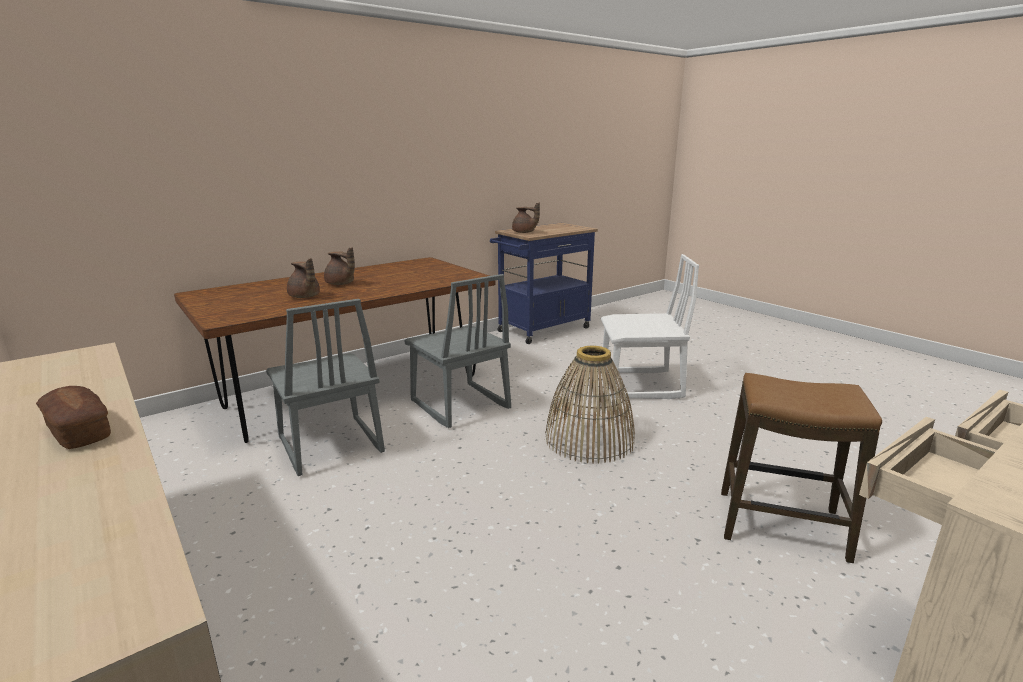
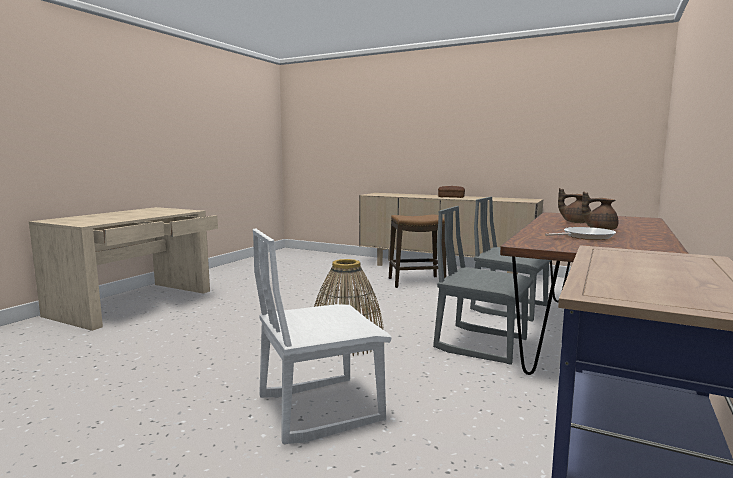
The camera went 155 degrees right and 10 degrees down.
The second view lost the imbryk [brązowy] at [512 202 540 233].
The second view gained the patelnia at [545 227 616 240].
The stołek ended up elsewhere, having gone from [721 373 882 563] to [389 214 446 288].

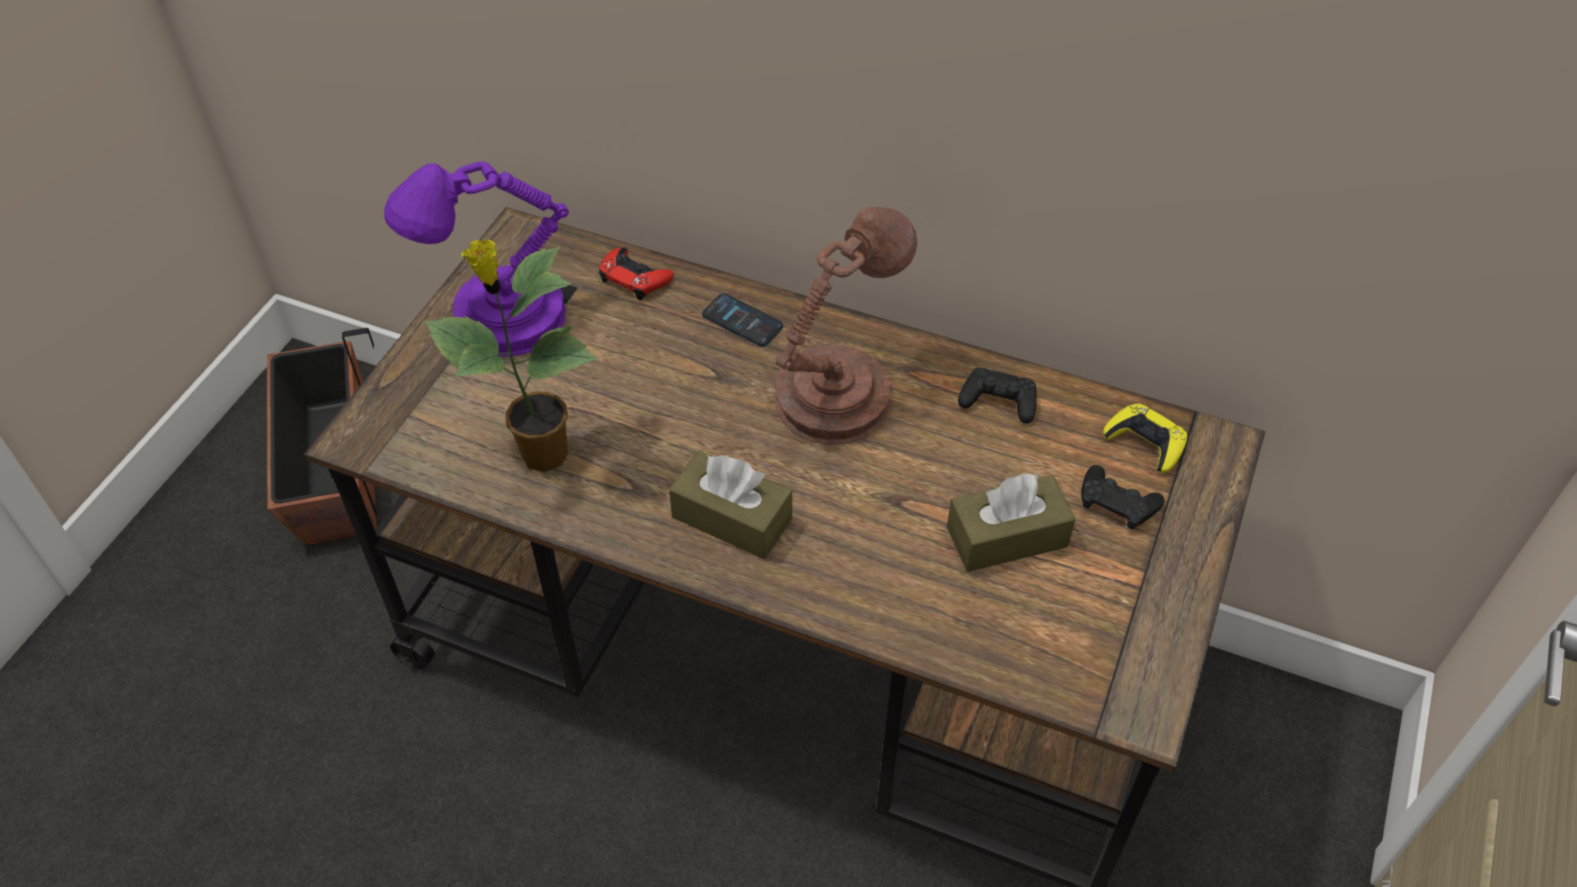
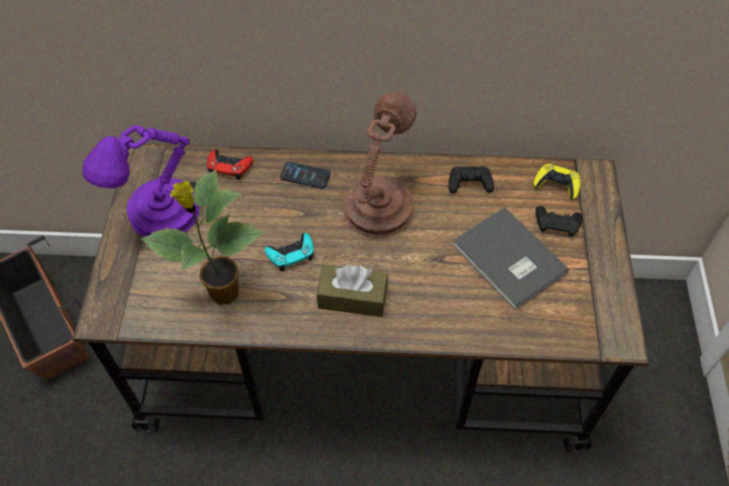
The camera went 20 degrees left and 5 degrees up.
The second view gained the pad do gier [turkusowy] at [265 233 314 271].
Where the pudełko chusteczek [brązowy] stood at [947 473 1076 572], the książka [szary] came to stand at [453 207 569 310].

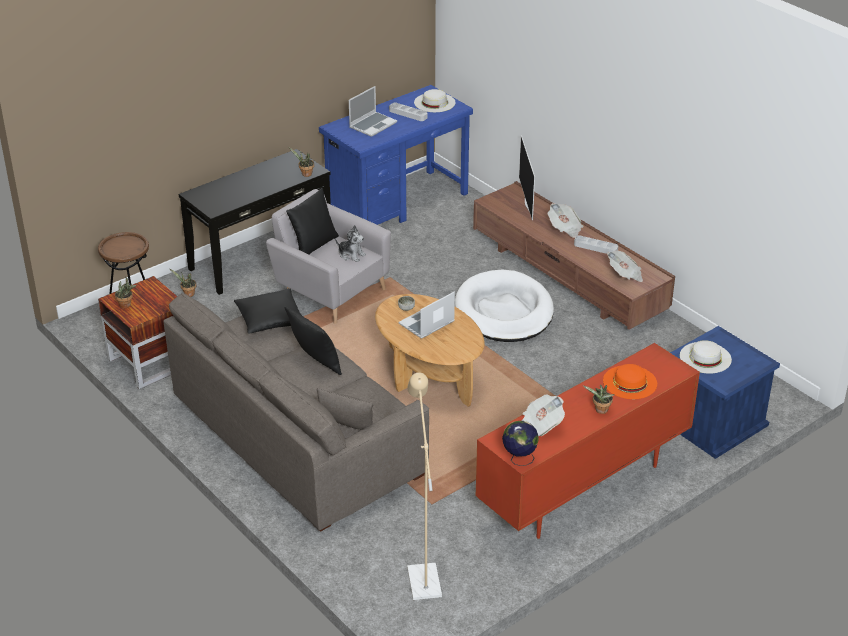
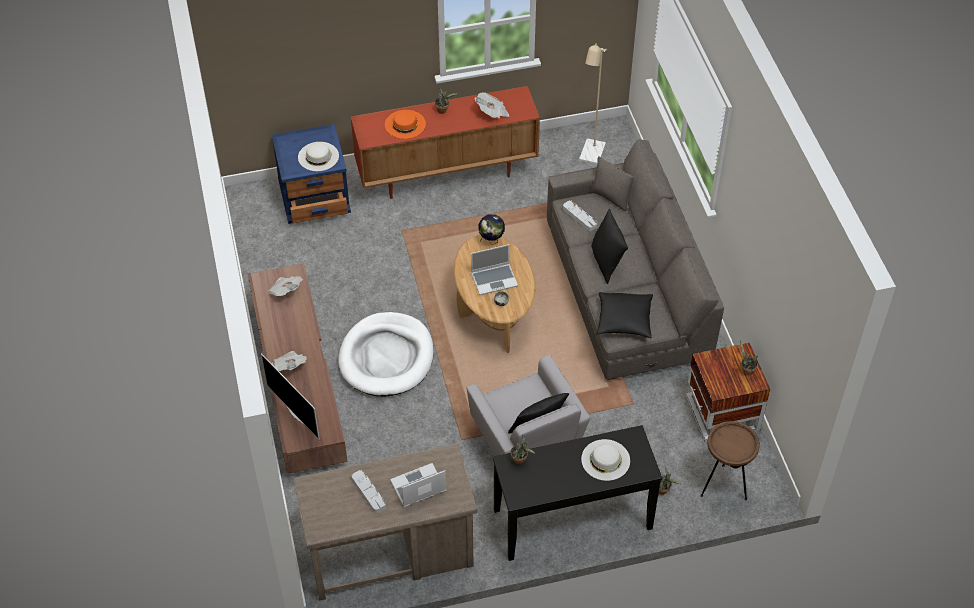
The camera went 155 degrees left and 15 degrees up.
The second view lost the pluszak at [335 225 366 262].
The kapelusz [biały] ended up elsewhere, having gone from [414 89 456 112] to [581 439 630 481].
The globus ended up elsewhere, having gone from [502 421 539 466] to [479 214 505 245].
The taca [szary] ended up elsewhere, having gone from [574 235 618 254] to [563 200 597 231].
What was the biurko [niebieski] at [319 85 473 225] turned into the biurko [brązowy] at [293 444 477 600].
The telewizor at [519 135 535 220] ended up facing another way, 120 degrees clockwise from before.

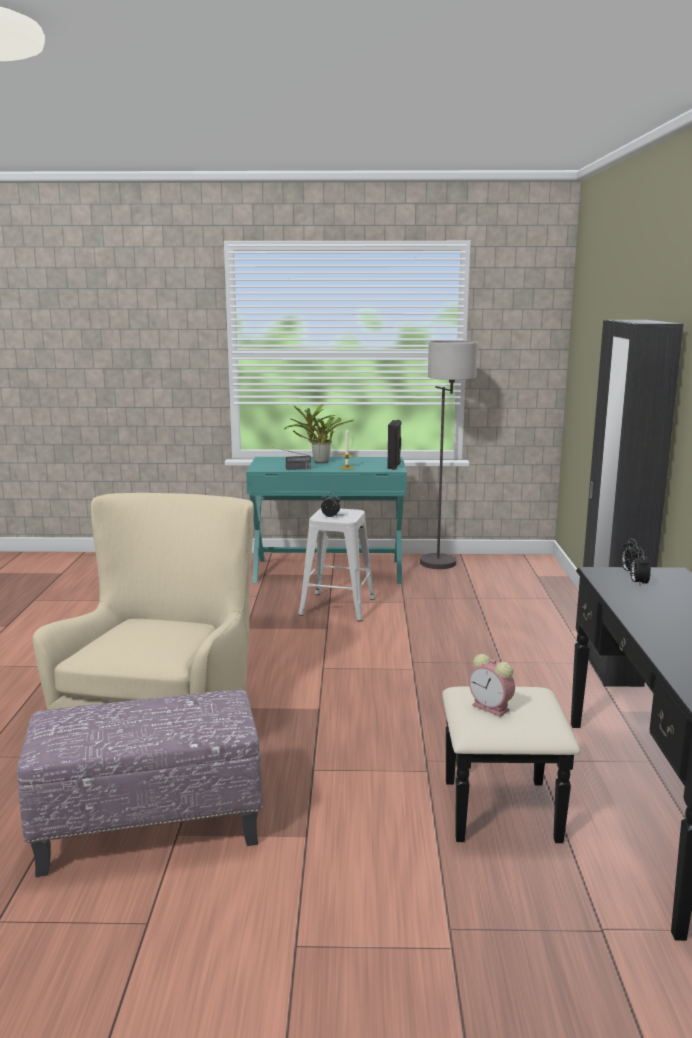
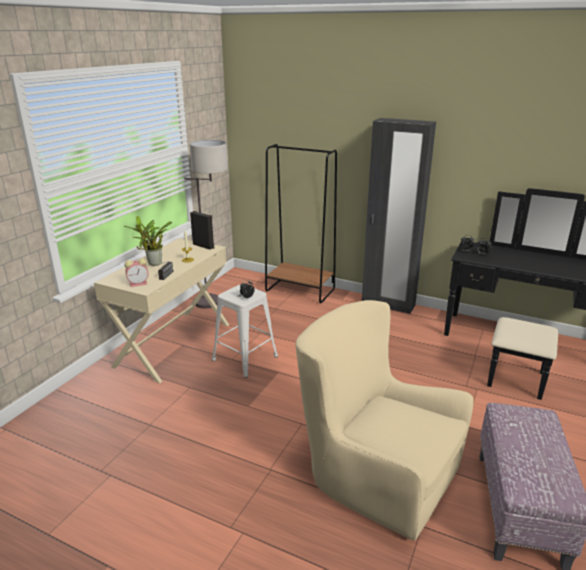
The camera went 65 degrees left and 10 degrees up.
The second view gained the wieszak at [265 144 337 303].
The budzik ended up elsewhere, having gone from [469 654 515 717] to [124 258 149 287].
What was the biurko [turkusowy] at [246 457 407 584] turned into the biurko [beżowy] at [94 238 229 383].

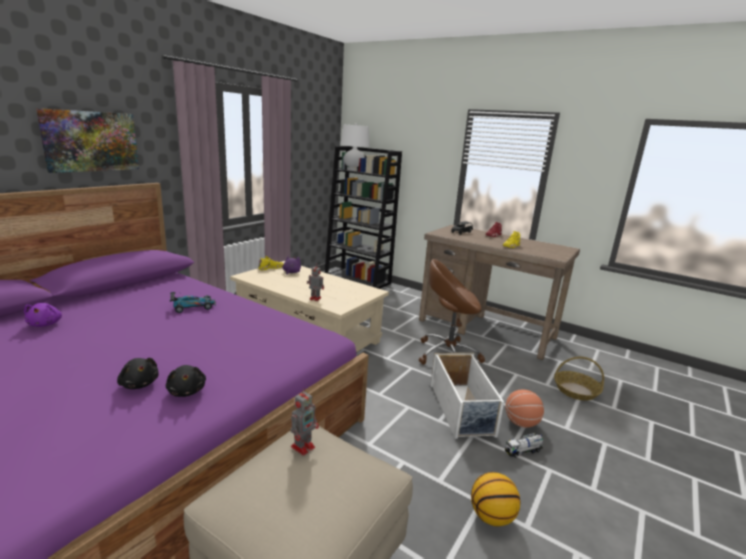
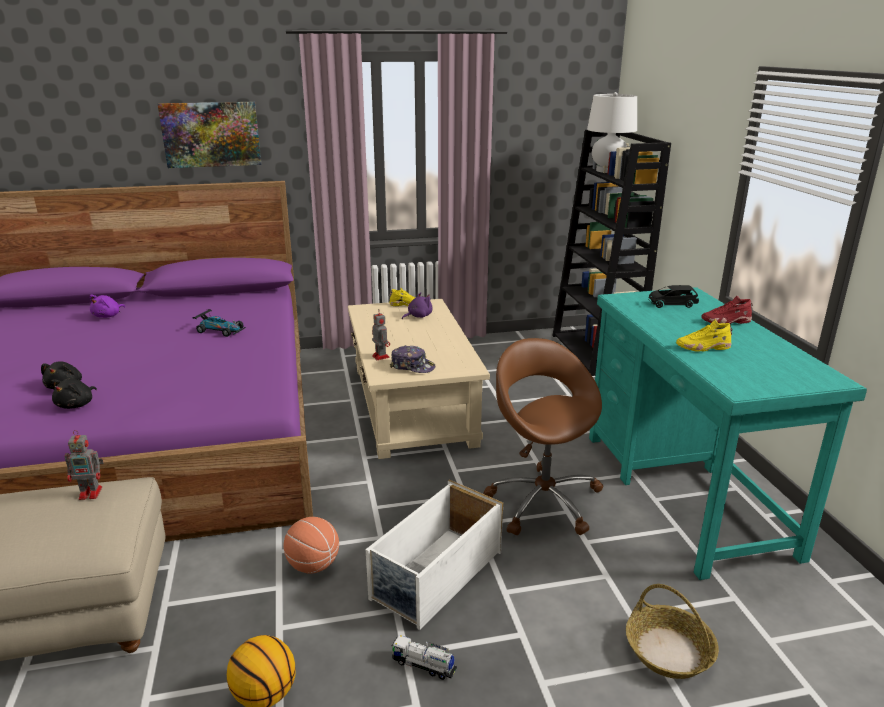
The camera went 45 degrees right and 5 degrees up.
The second view gained the czapka z daszkiem at [390 345 435 373].
The piłka do koszykówki ended up elsewhere, having gone from [505 389 544 428] to [284 517 339 574].
What was the biurko [brązowy] at [419 225 580 360] turned into the biurko [turkusowy] at [589 287 867 580].

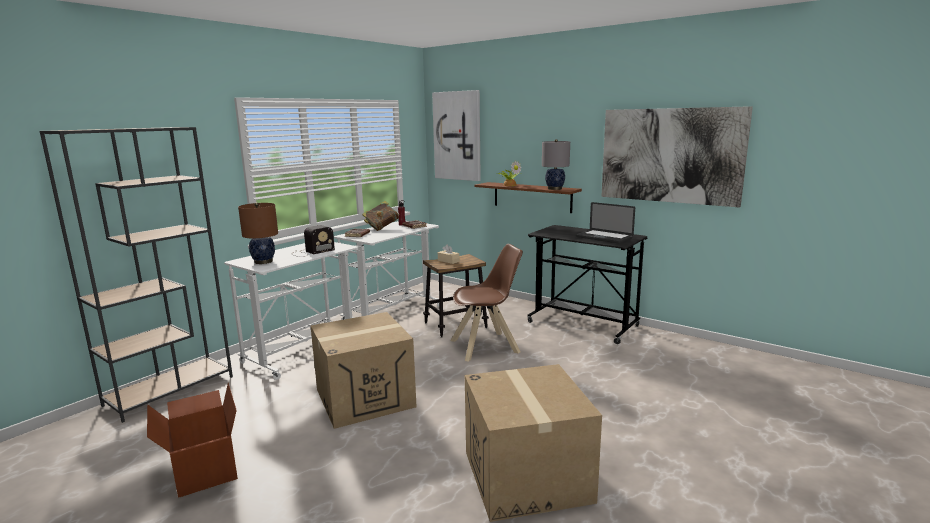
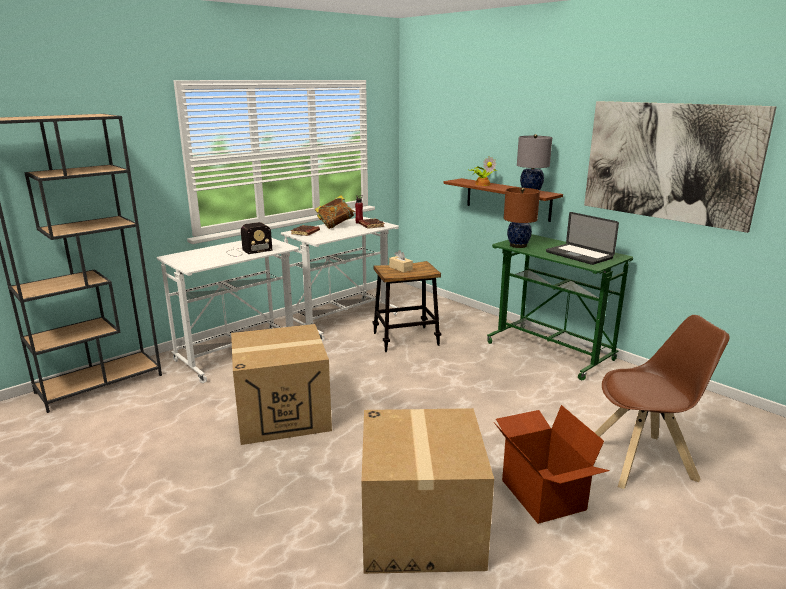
The camera went 10 degrees right and 5 degrees up.
The second view lost the obraz at [432 90 481 181].
The karton ended up elsewhere, having gone from [147 383 238 498] to [494 405 610 524].
The lampa stołowa [brązowy] ended up elsewhere, having gone from [238 203 278 264] to [504 188 540 248].
The krzesło [brązowy] ended up elsewhere, having gone from [450 244 523 362] to [594 315 730 489].
What was the biurko [czarny] at [528 225 647 344] turned into the biurko [zielony] at [487 234 633 380].

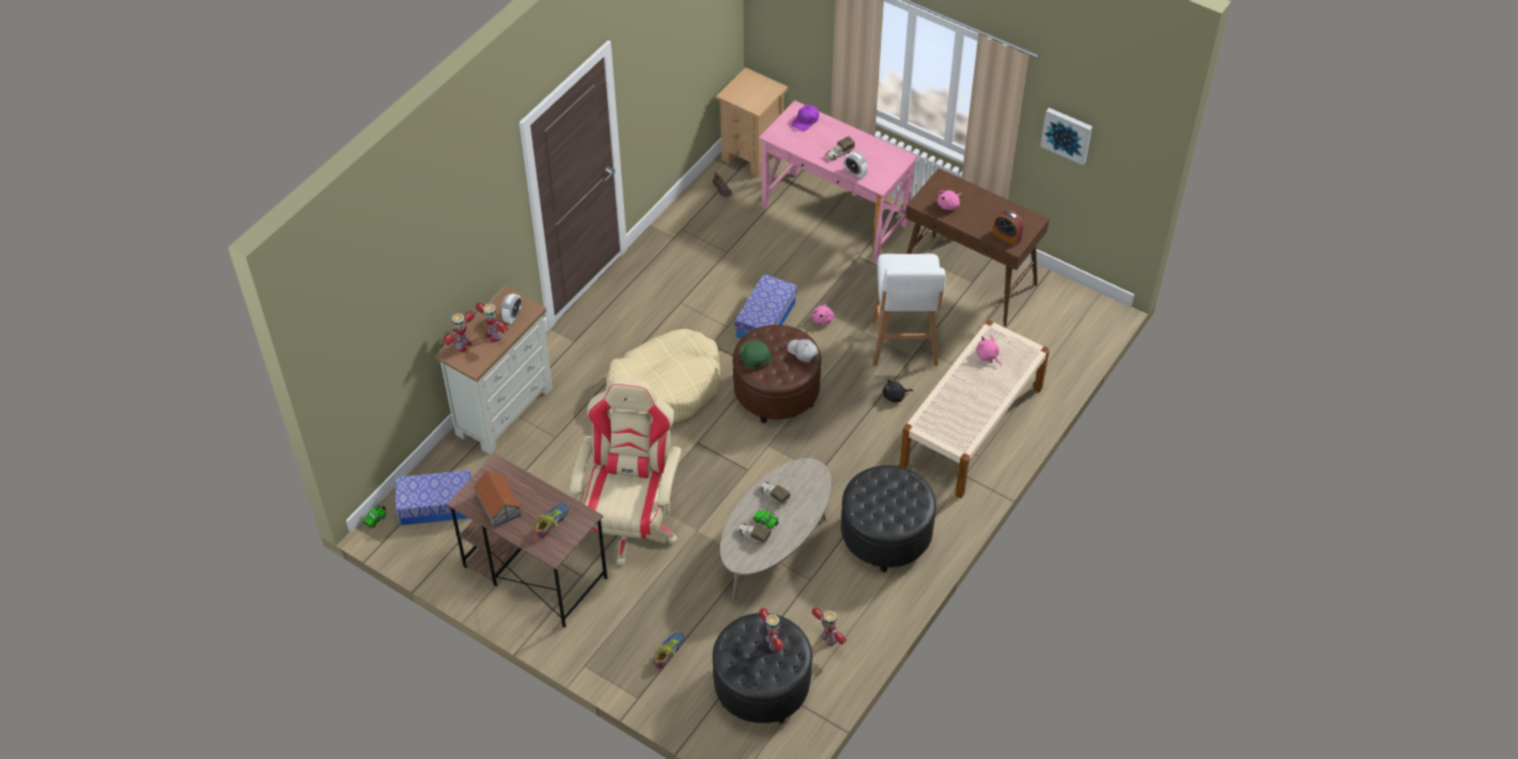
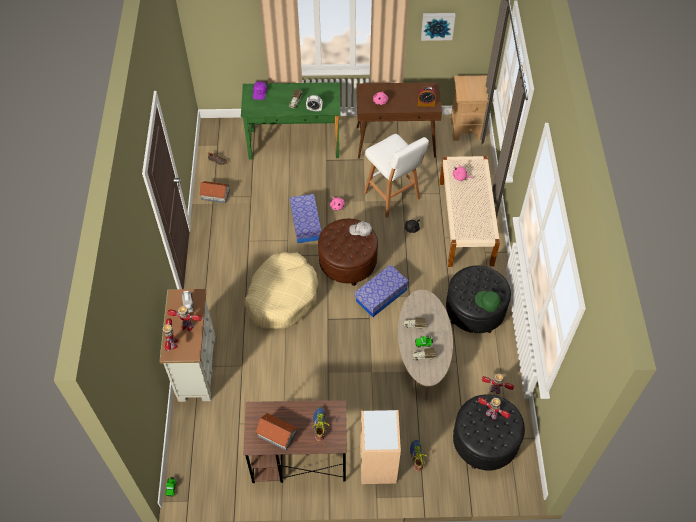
The camera went 35 degrees left and 5 degrees up.
The second view lost the krzesło biurowe [beżowy] at [569 378 681 566].
The second view gained the domek at [199 181 230 203].
The second view gained the regał at [360 410 401 484].
The pojemnik do przechowywania ended up elsewhere, having gone from [395 470 472 525] to [355 265 409 317].
The szafka nocna [beżowy] ended up elsewhere, having gone from [716 67 788 177] to [451 75 493 141].
The czapka z daszkiem [zielony] ended up elsewhere, having gone from [740 340 771 369] to [475 291 501 312].
What was the biurko [różowy] at [759 100 918 262] turned into the biurko [zielony] at [241 82 341 160].

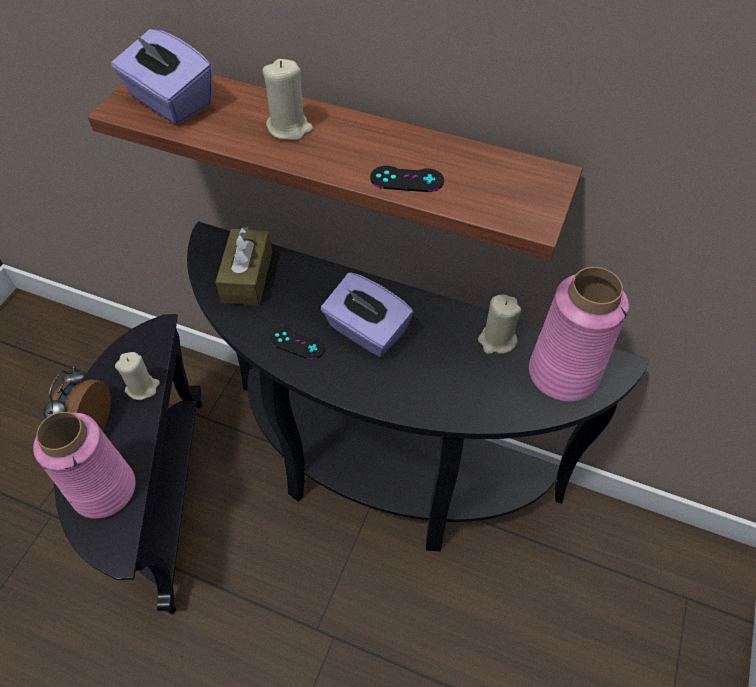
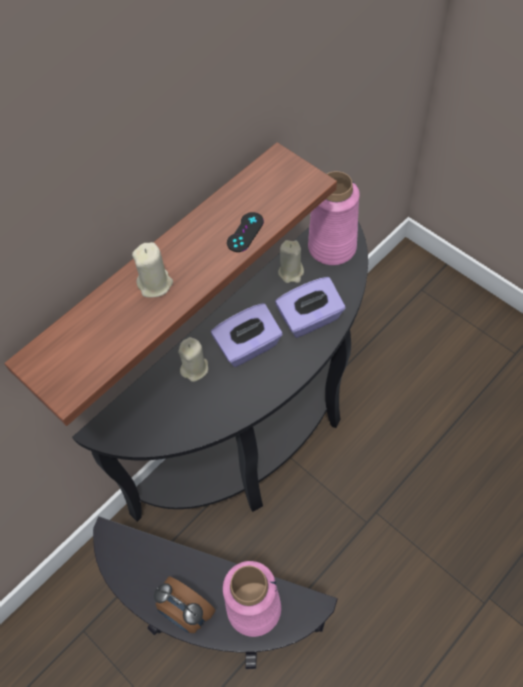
The camera went 65 degrees left and 5 degrees up.
The second view lost the pudełko chusteczek [brązowy] at [215 227 272 306].
The second view lost the pad do gier [czarny] at [270 327 325 360].
The pudełko chusteczek [fioletowy] ended up elsewhere, having gone from [111 29 213 124] to [275 277 345 338].
The świeca [beżowy] ended up elsewhere, having gone from [115 352 160 400] to [178 337 208 382].

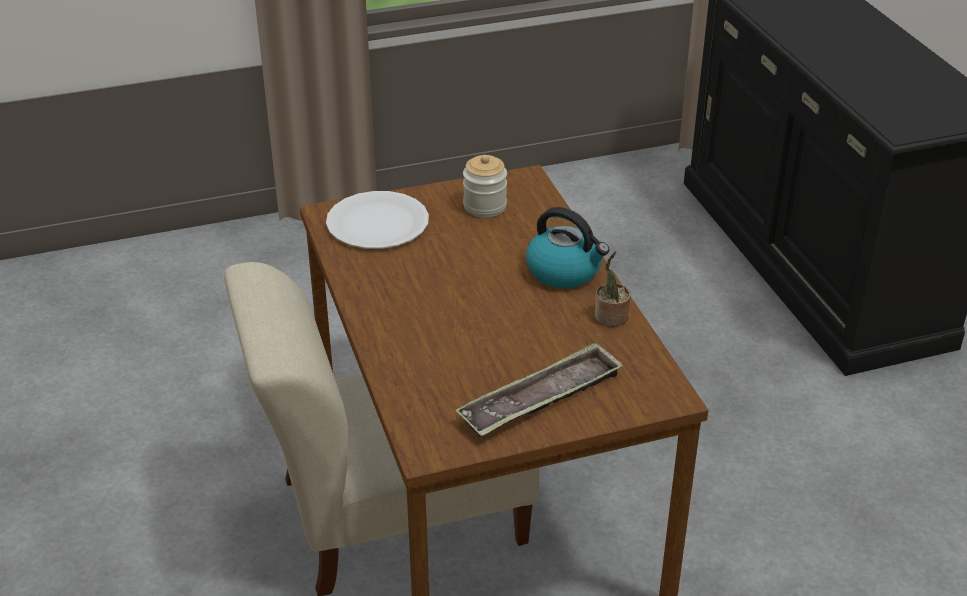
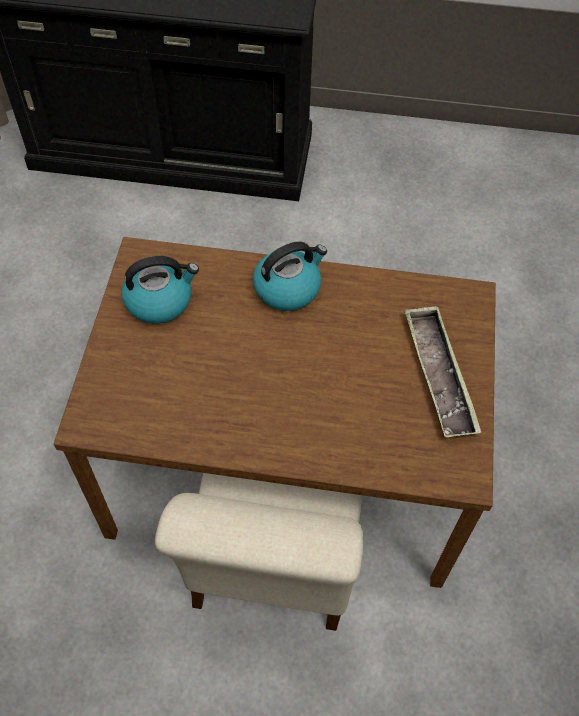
The camera went 65 degrees left and 20 degrees up.
The second view lost the talerz [biały] at [326 191 429 249].
The second view lost the roślina doniczkowa at [595 251 631 327].
Where the słoik stood at [463 155 507 217], the czajnik came to stand at [122 256 199 324].

